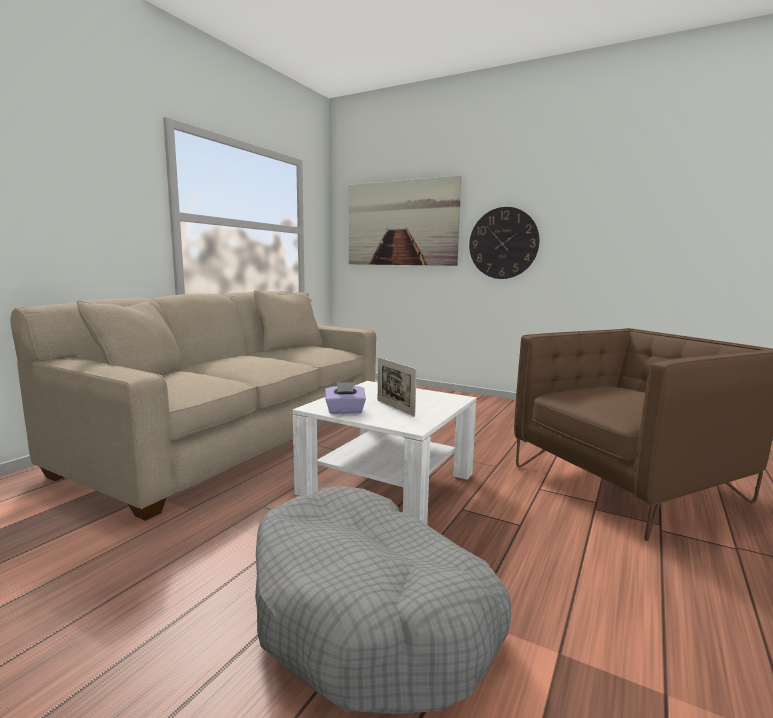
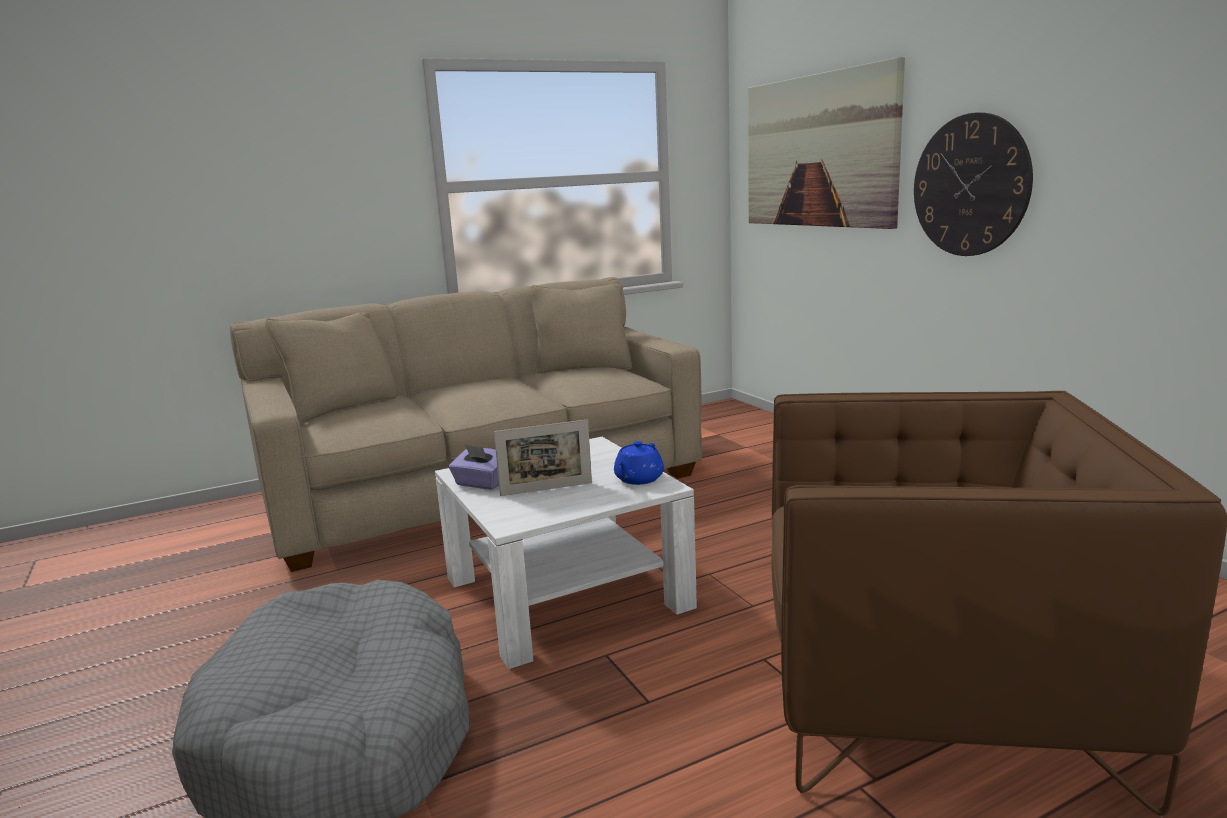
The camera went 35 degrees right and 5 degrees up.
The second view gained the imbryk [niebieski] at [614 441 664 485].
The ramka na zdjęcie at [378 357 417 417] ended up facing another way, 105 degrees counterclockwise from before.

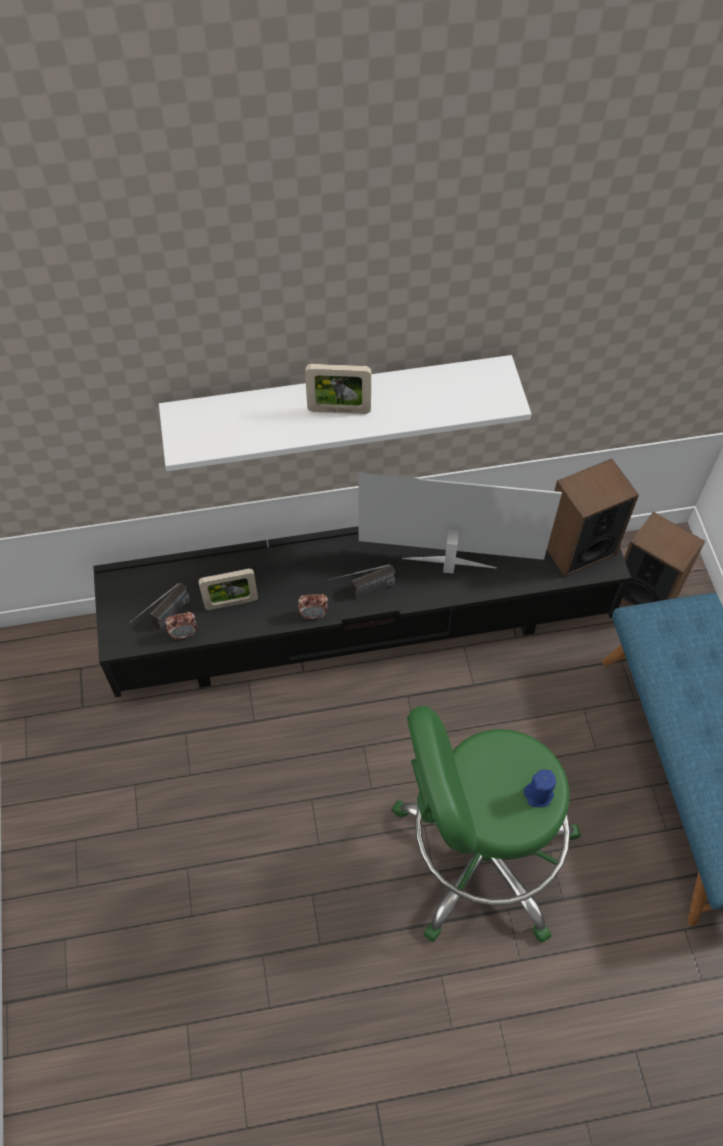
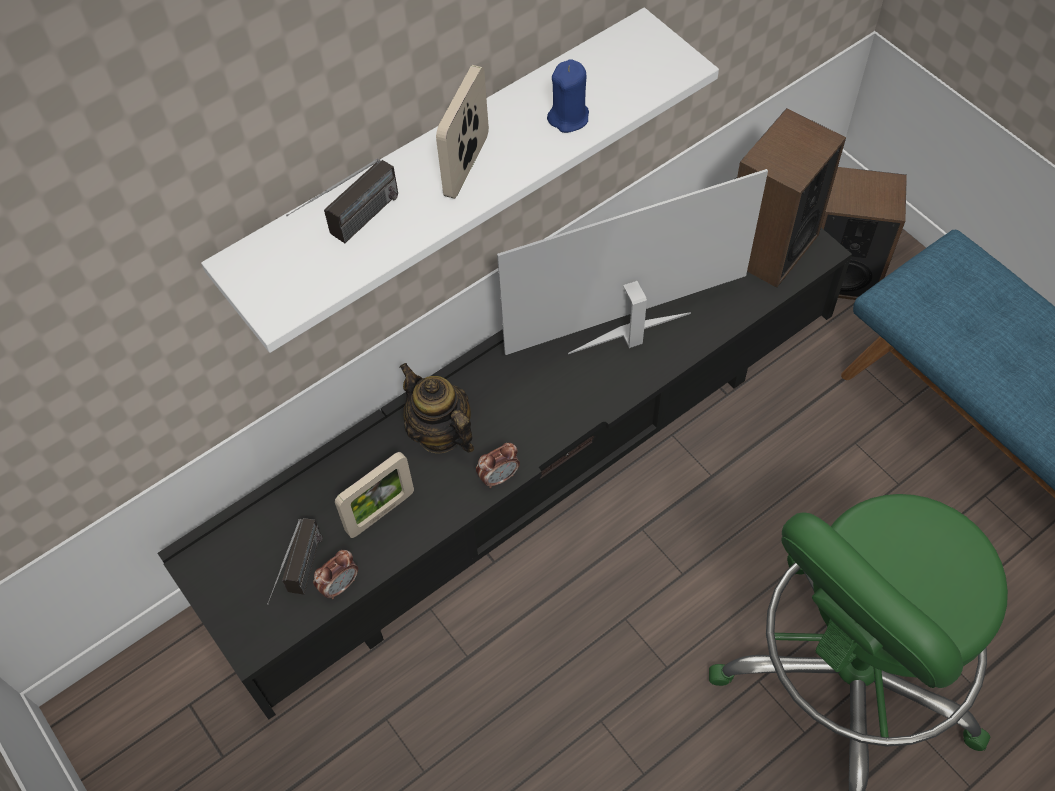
The camera went 25 degrees left and 0 degrees up.
The second view gained the imbryk at [400 363 474 453].
The radio ended up elsewhere, having gone from [329 564 396 599] to [286 159 398 243].
The świeca [niebieski] ended up elsewhere, having gone from [524 769 556 807] to [547 59 589 133].
The ramka na zdjęcie at [305 364 371 414] ended up facing another way, 135 degrees clockwise from before.

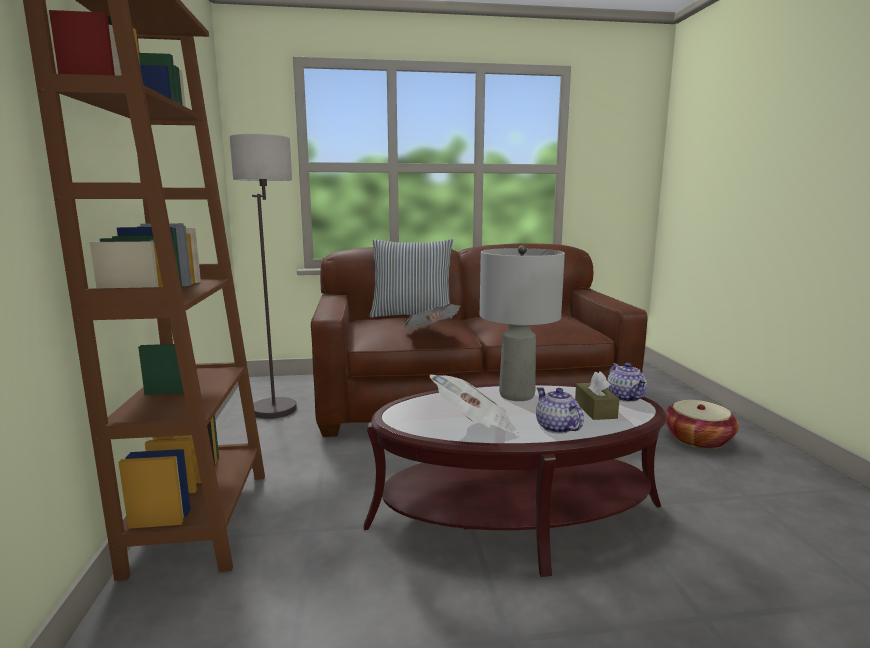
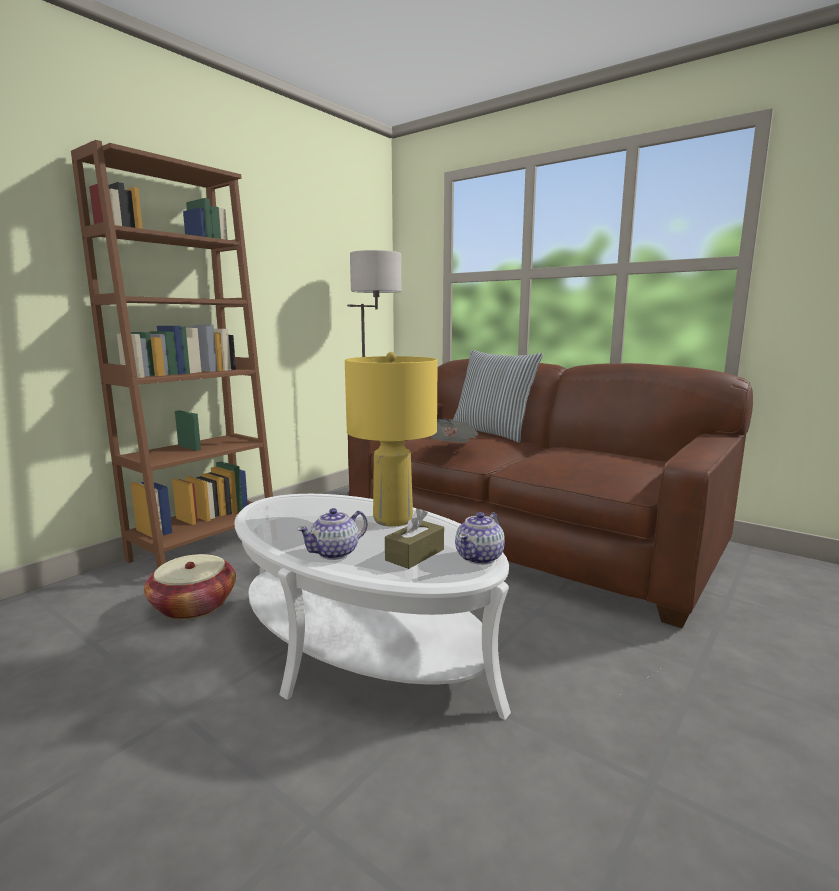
The camera went 45 degrees right and 0 degrees up.
The second view lost the gazeta at [430 375 519 434].
The koszyk ended up elsewhere, having gone from [665 400 739 449] to [144 554 236 620].
What was the ława [brązowy] at [364 383 667 577] turned into the ława [biały] at [235 494 511 720].
What was the lampa stołowa [szary] at [480 245 565 401] turned into the lampa stołowa [żółty] at [345 352 438 527].
The imbryk at [536 387 584 434] ended up facing another way, 150 degrees counterclockwise from before.

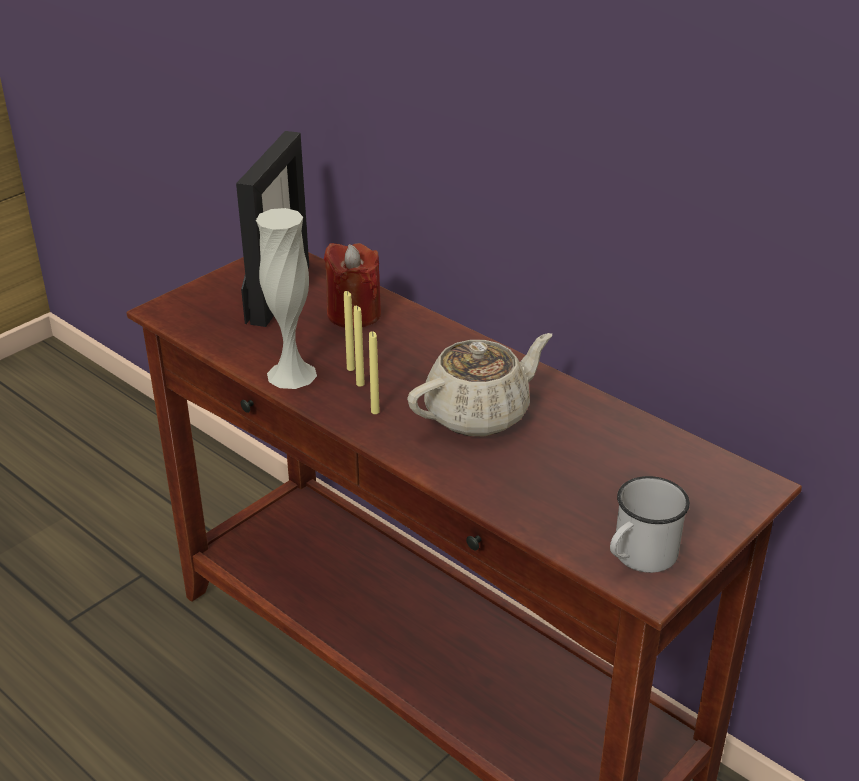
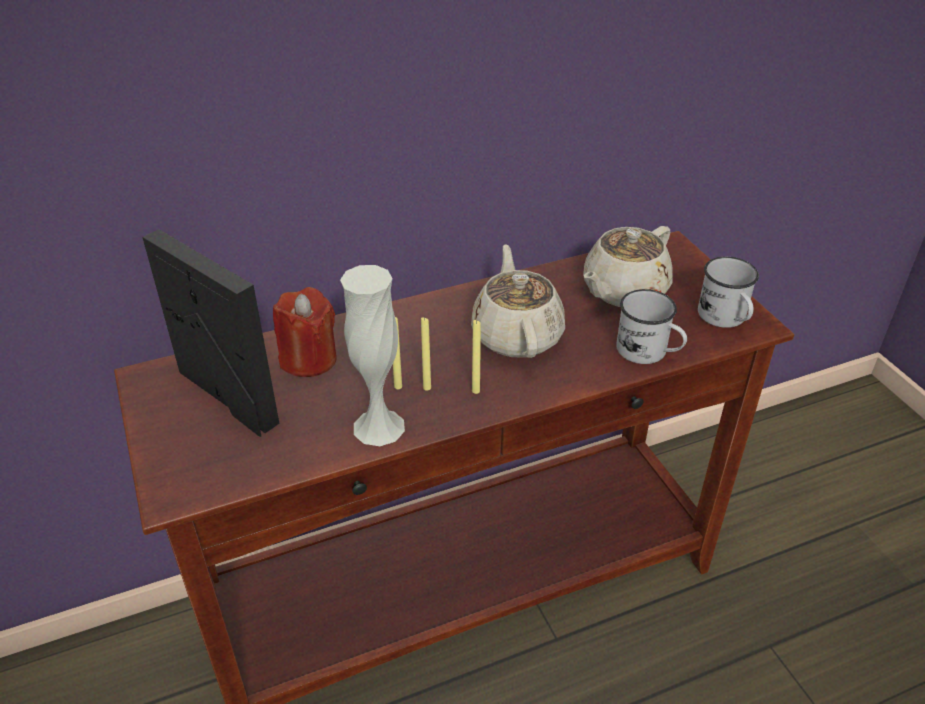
The camera went 65 degrees left and 5 degrees up.
The second view gained the imbryk [beżowy] at [583 226 673 307].
The second view gained the kubek [biały] at [616 289 687 364].

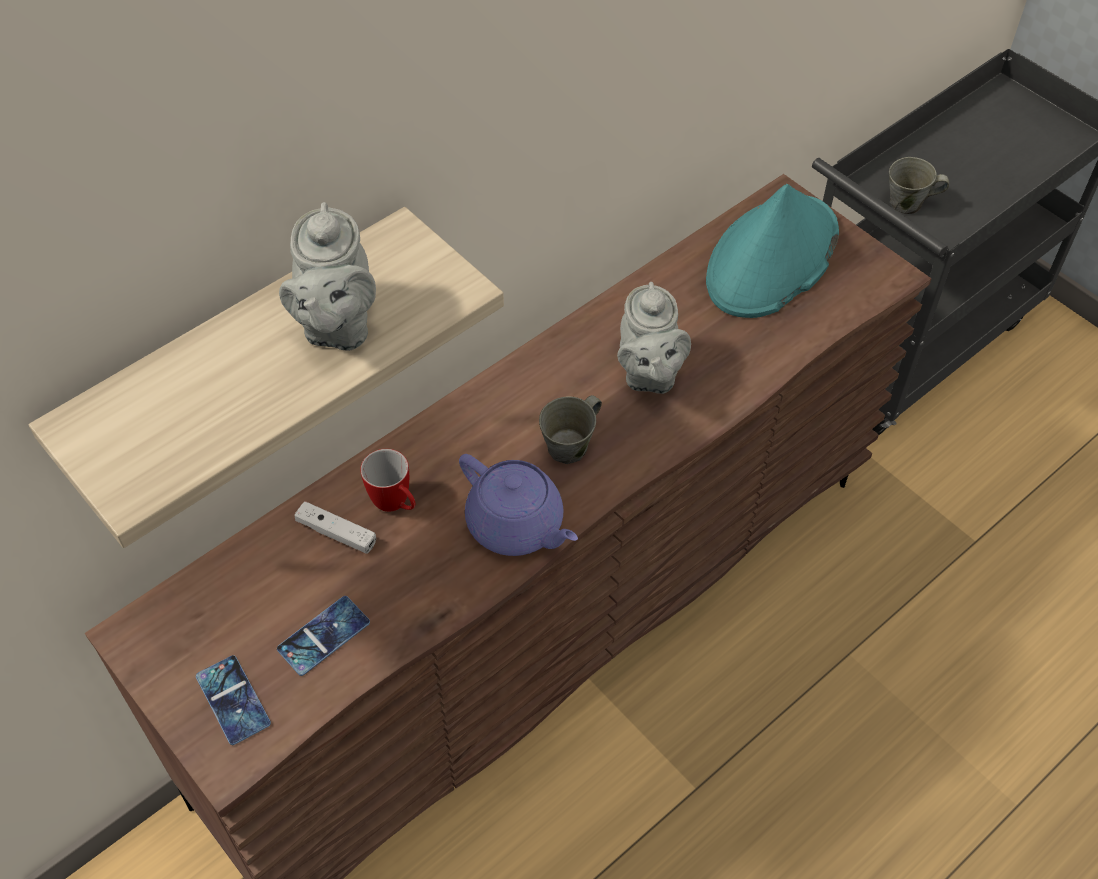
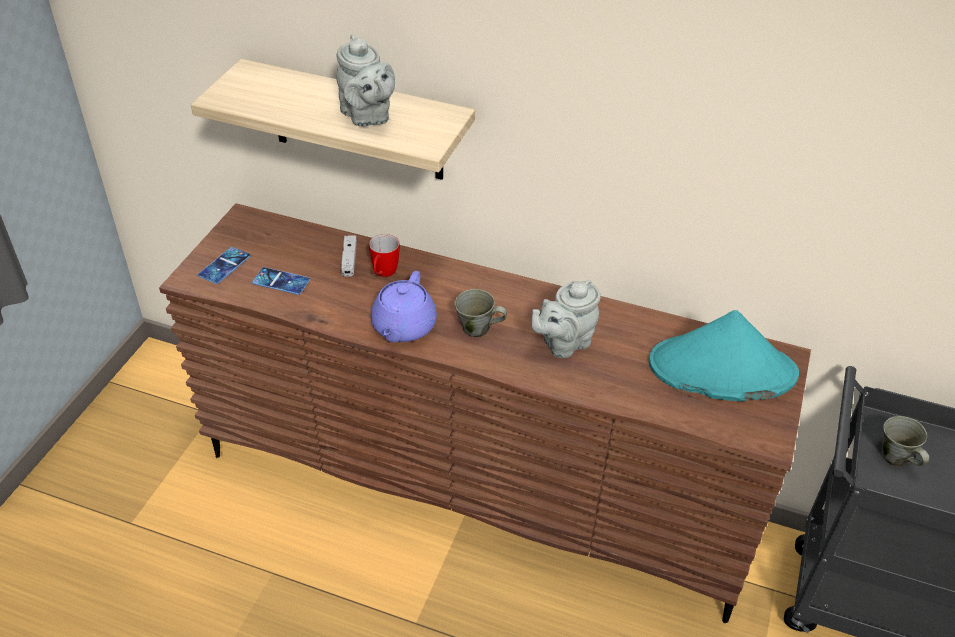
The camera went 60 degrees right and 10 degrees down.
The imbryk [szary] at [279 202 376 351] ended up facing another way, 90 degrees counterclockwise from before.

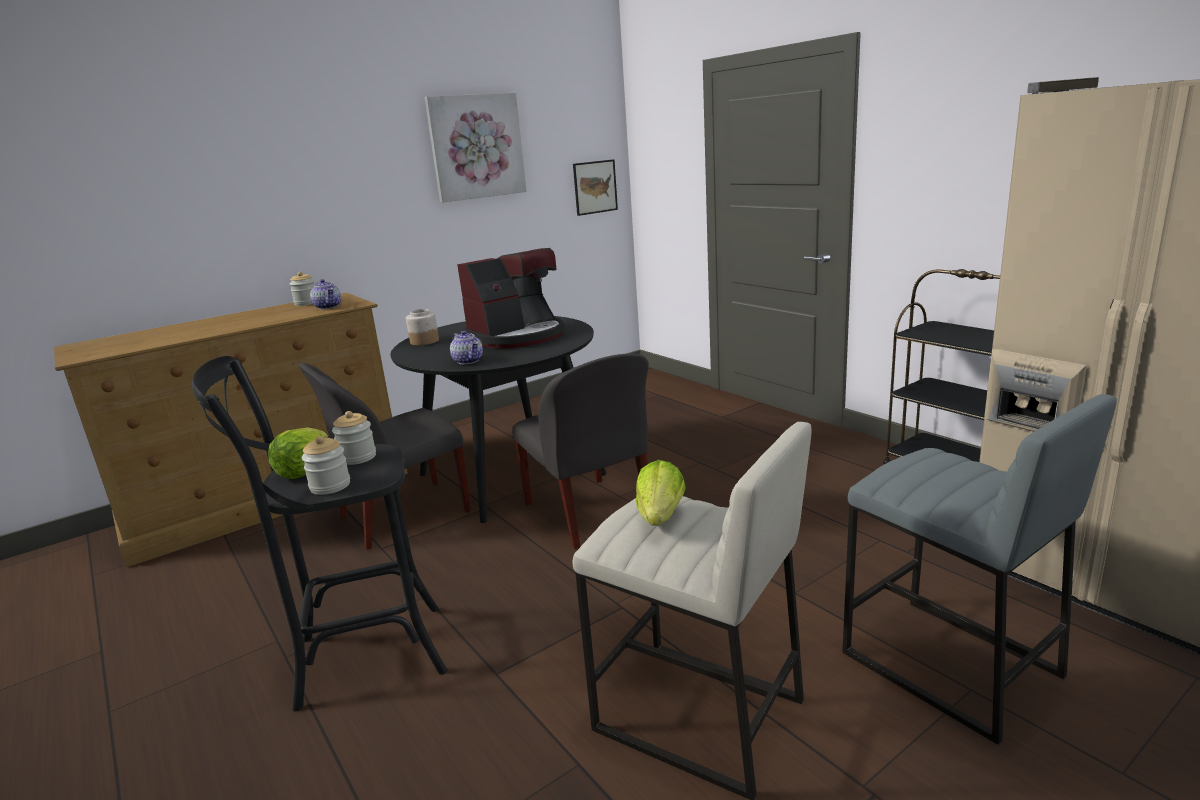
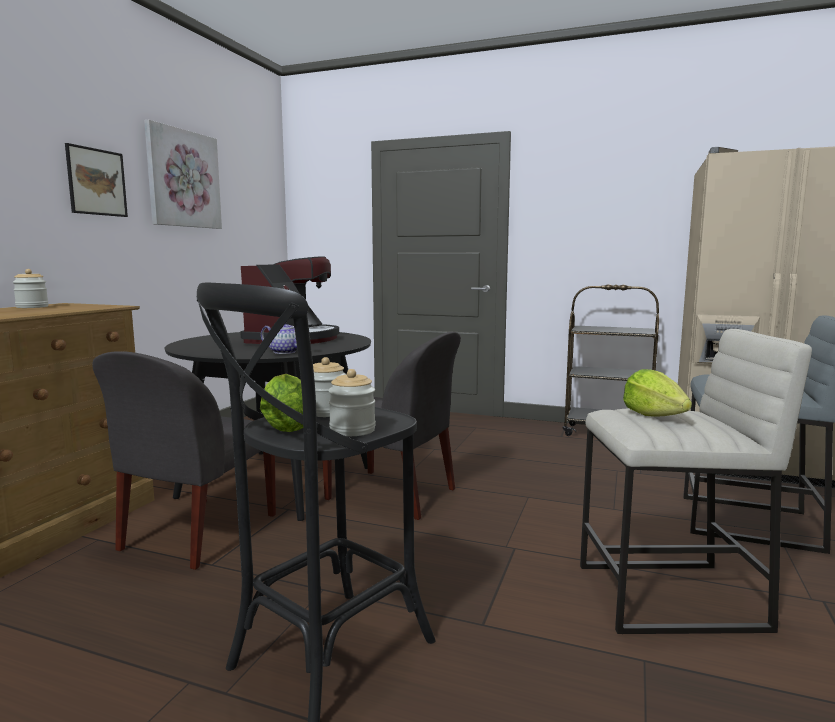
The camera went 35 degrees left and 10 degrees down.
The second view lost the imbryk at [310 279 341 309].
The second view lost the słoik at [406 309 439 346].
The obraz ended up elsewhere, having gone from [573 159 618 216] to [65 143 128 217].

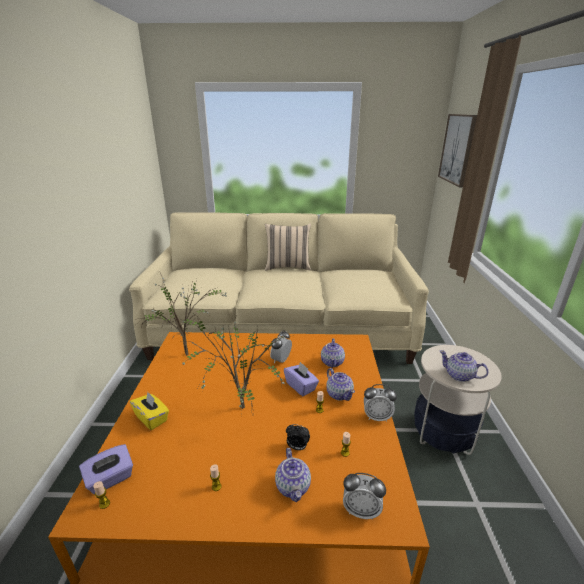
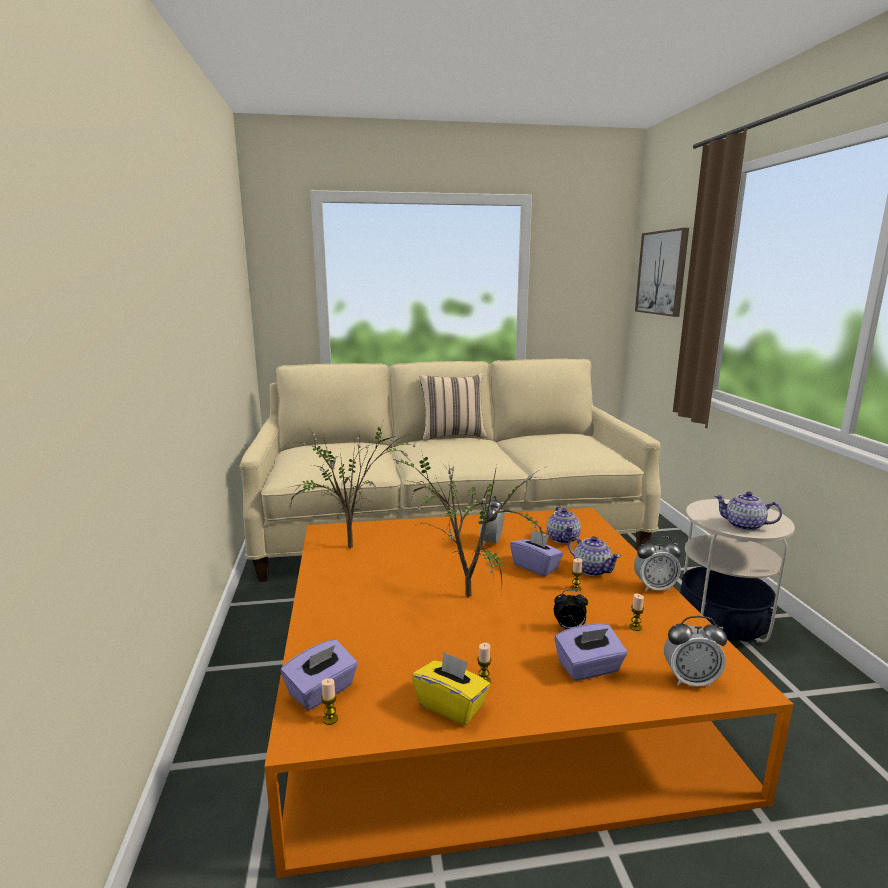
The camera went 10 degrees left and 10 degrees down.
The pudełko chusteczek [żółty] ended up elsewhere, having gone from [130 392 169 430] to [412 652 490 725].
Where the imbryk stood at [275 448 311 502], the pudełko chusteczek [fioletowy] came to stand at [555 623 627 681].

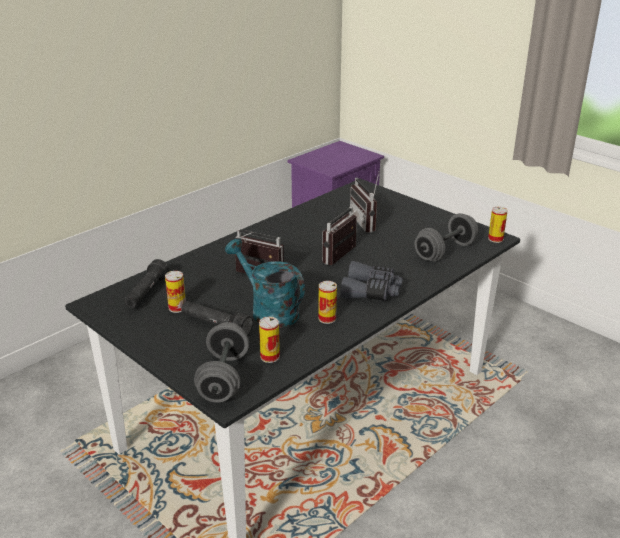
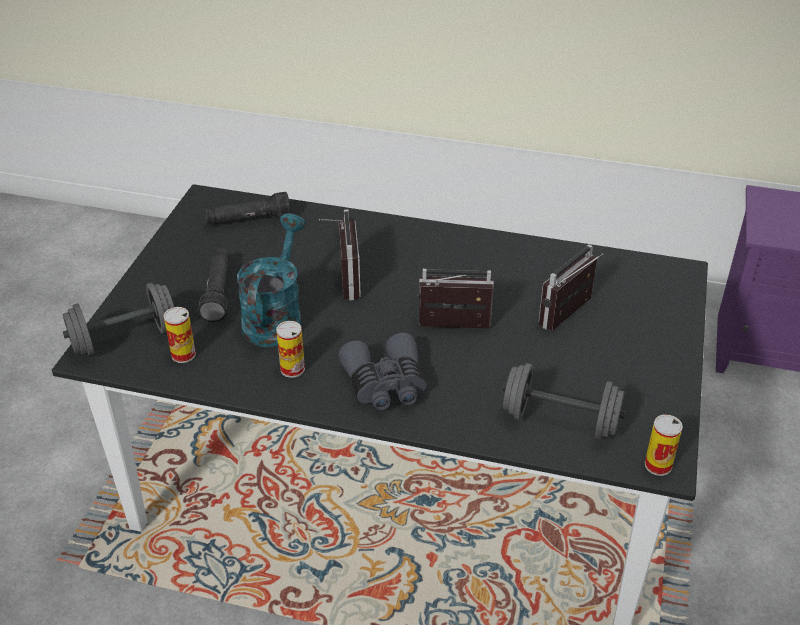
The camera went 60 degrees right and 10 degrees up.
The second view lost the puszka at [165 271 186 313].

